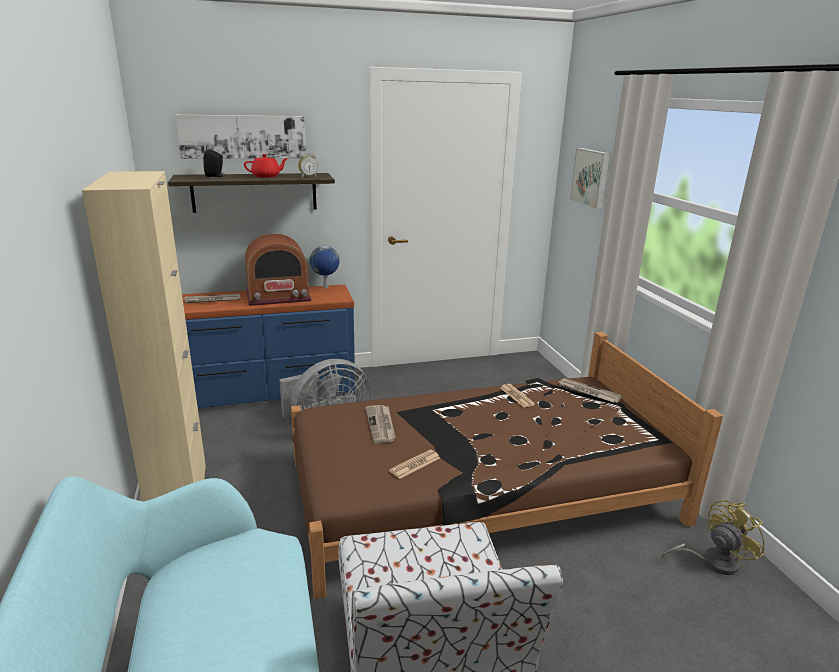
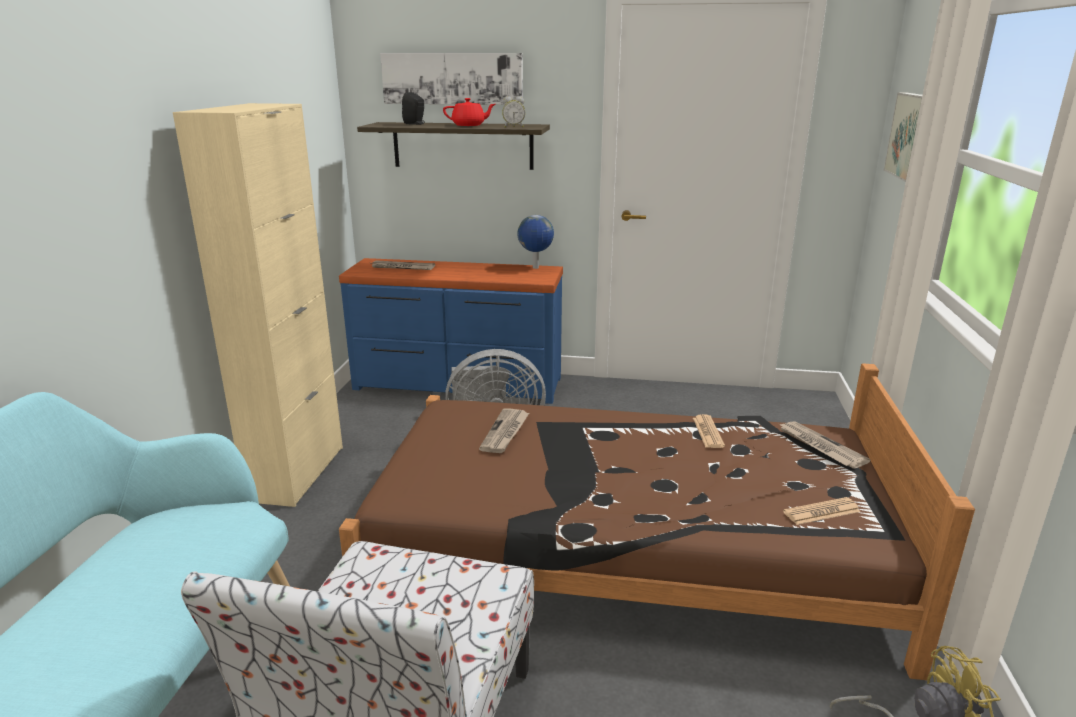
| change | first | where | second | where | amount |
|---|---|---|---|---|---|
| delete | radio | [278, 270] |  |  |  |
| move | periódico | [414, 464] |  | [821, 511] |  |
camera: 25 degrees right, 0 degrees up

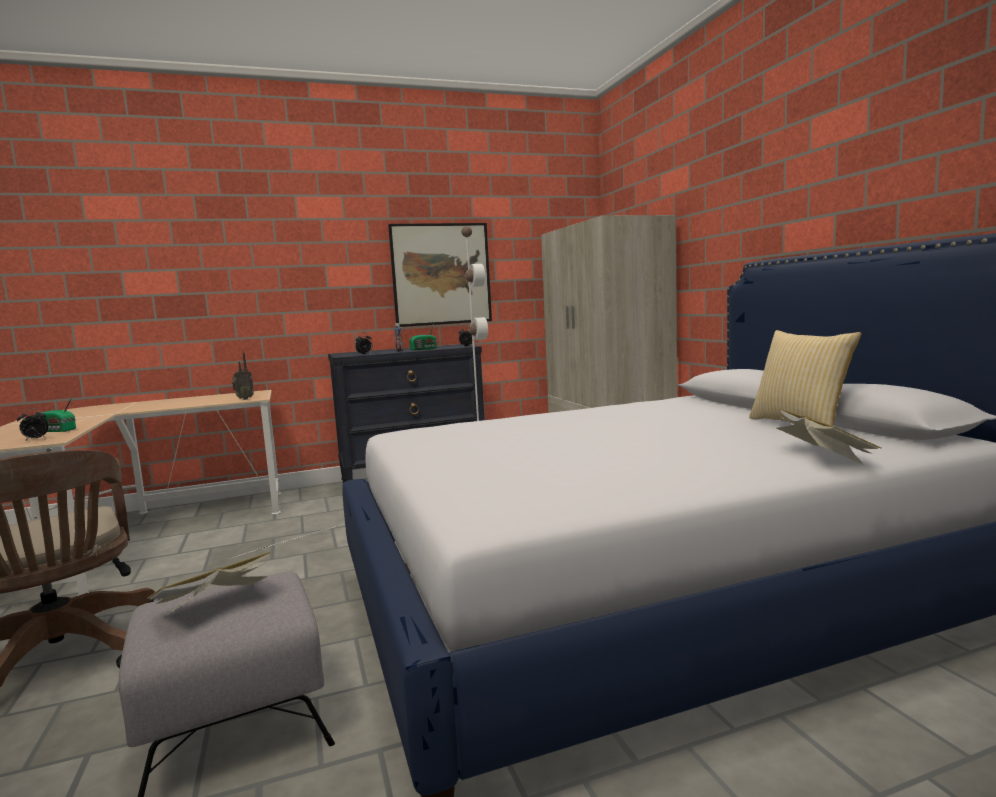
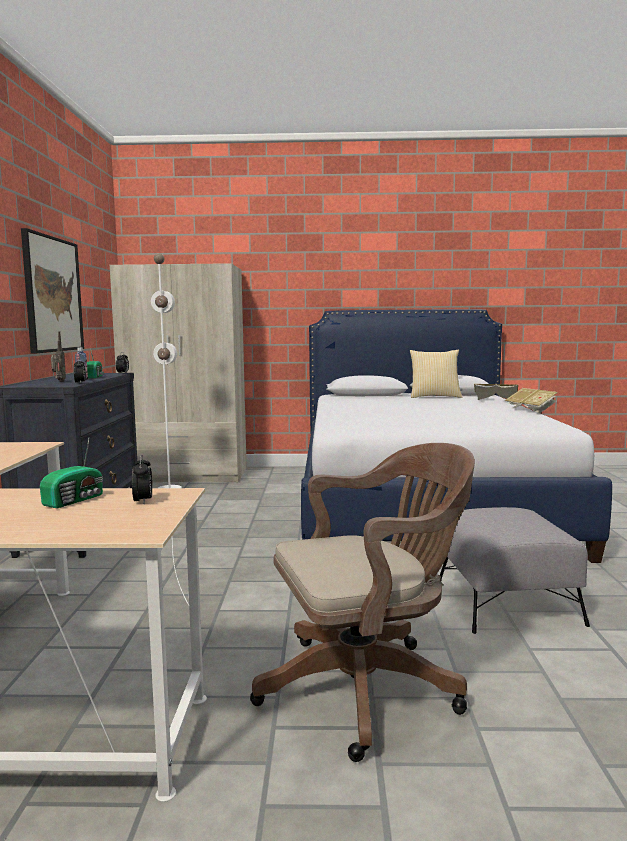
| change | first | where | second | where | amount |
|---|---|---|---|---|---|
| move | radio | [243, 376] |  | [58, 356] |  |
| move | libro | [209, 584] |  | [531, 401] |  |
camera: 70 degrees left, 0 degrees up

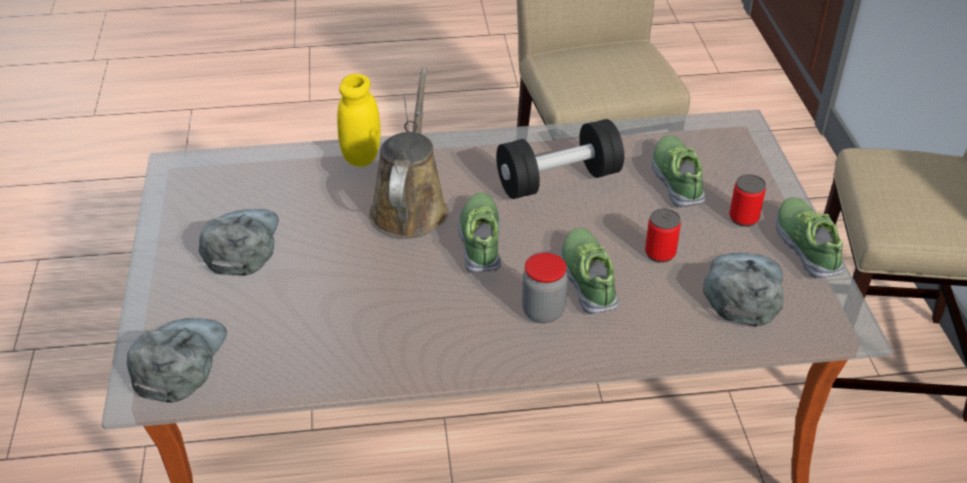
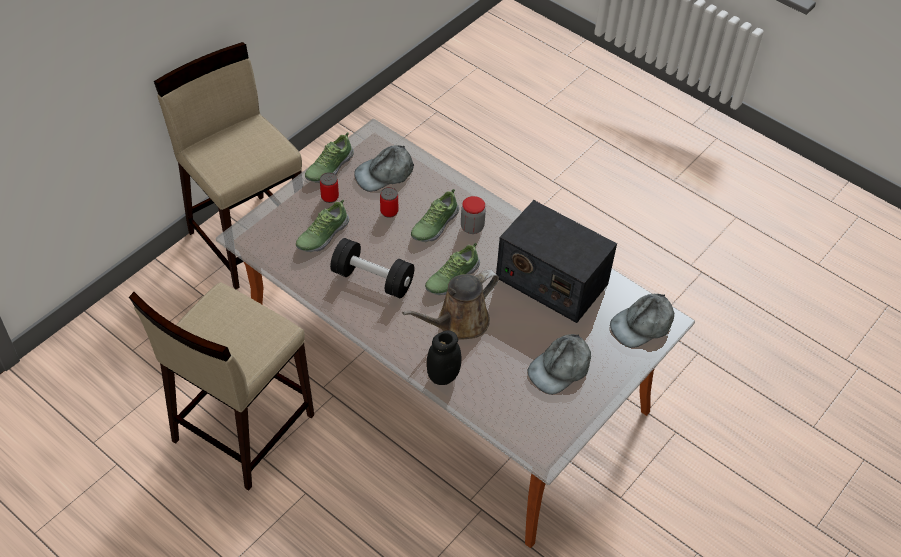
| change | first | where | second | where | amount |
|---|---|---|---|---|---|
| recolor | tarro (amarillo) | [359, 120] | tarro (negro) | [444, 357] |  |
| insert |  |  | radio | [556, 261] |  |
camera: 135 degrees left, 10 degrees up

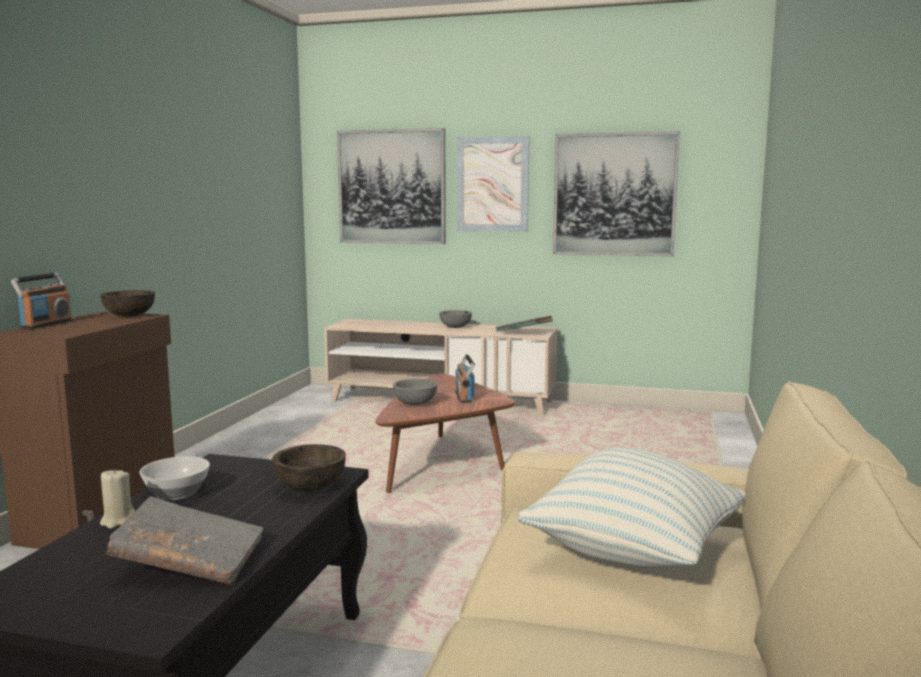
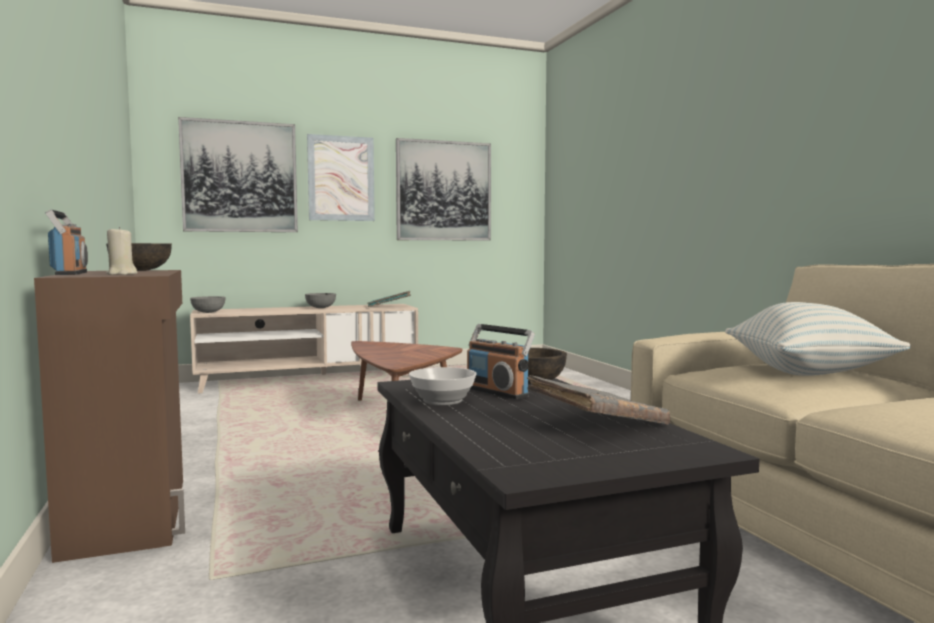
| change | first | where | second | where | amount |
|---|---|---|---|---|---|
| move | radio | [465, 378] |  | [501, 361] |  |
| move | cuenco (gris) | [415, 392] |  | [208, 304] |  |
| move | vela (beis) | [117, 499] |  | [121, 251] |  |
camera: 35 degrees left, 5 degrees down

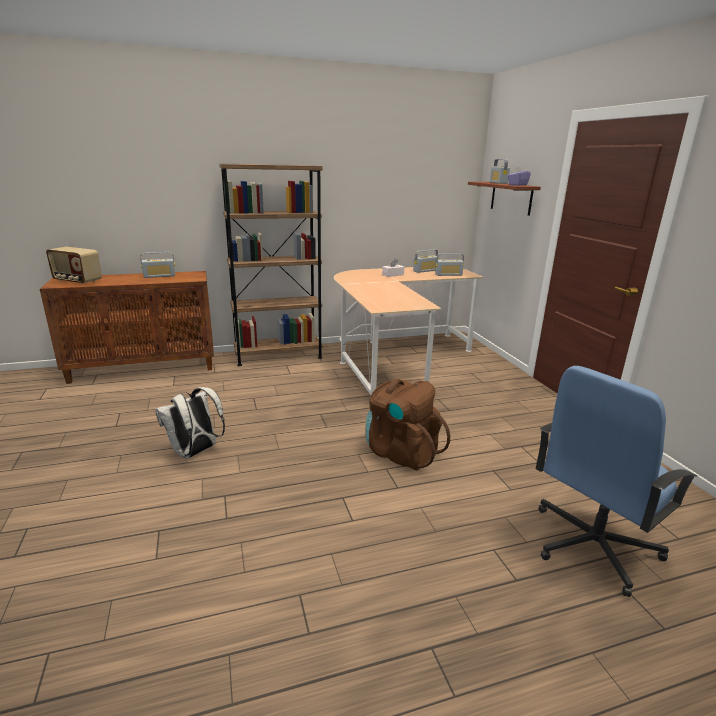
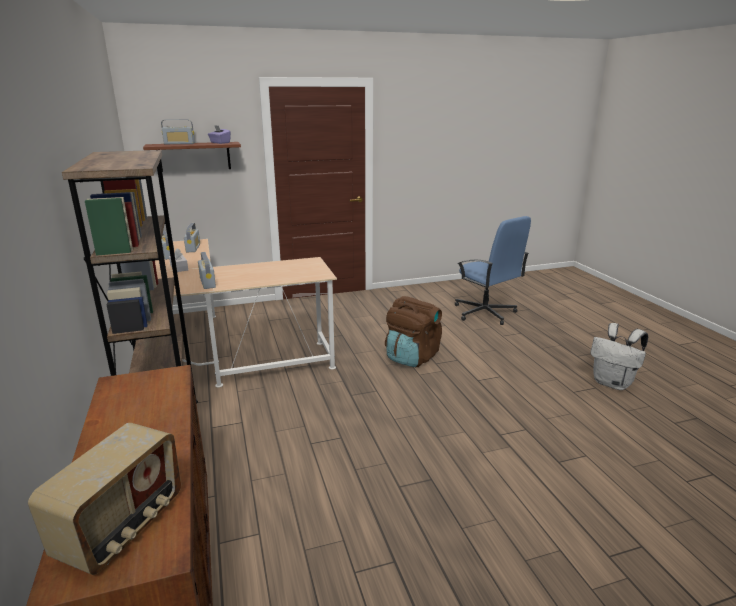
| change | first | where | second | where | amount |
|---|---|---|---|---|---|
| move | radio | [157, 265] |  | [207, 270] |  |
| move | mochila (blanco) | [190, 422] |  | [619, 356] |  |
camera: 90 degrees left, 0 degrees up

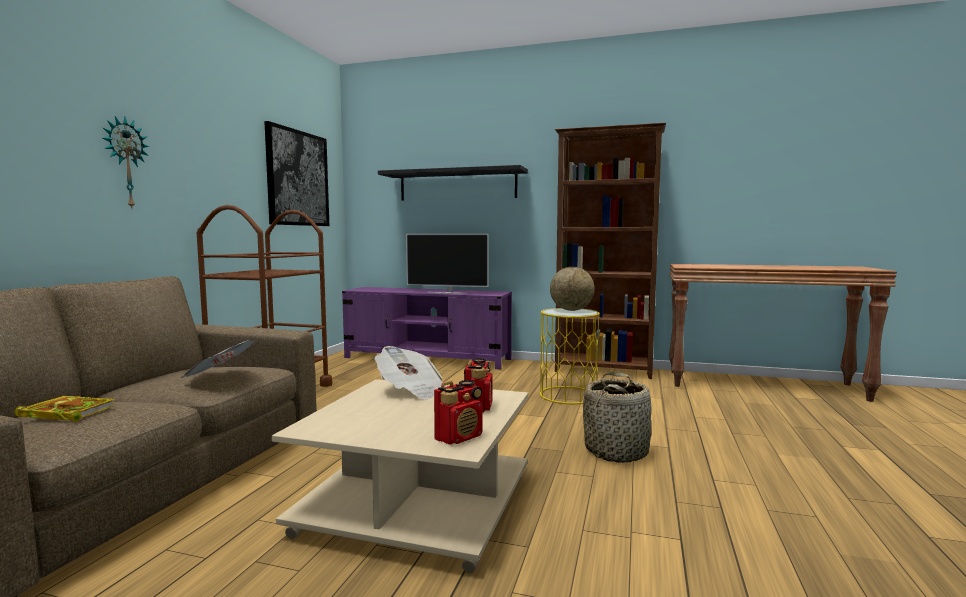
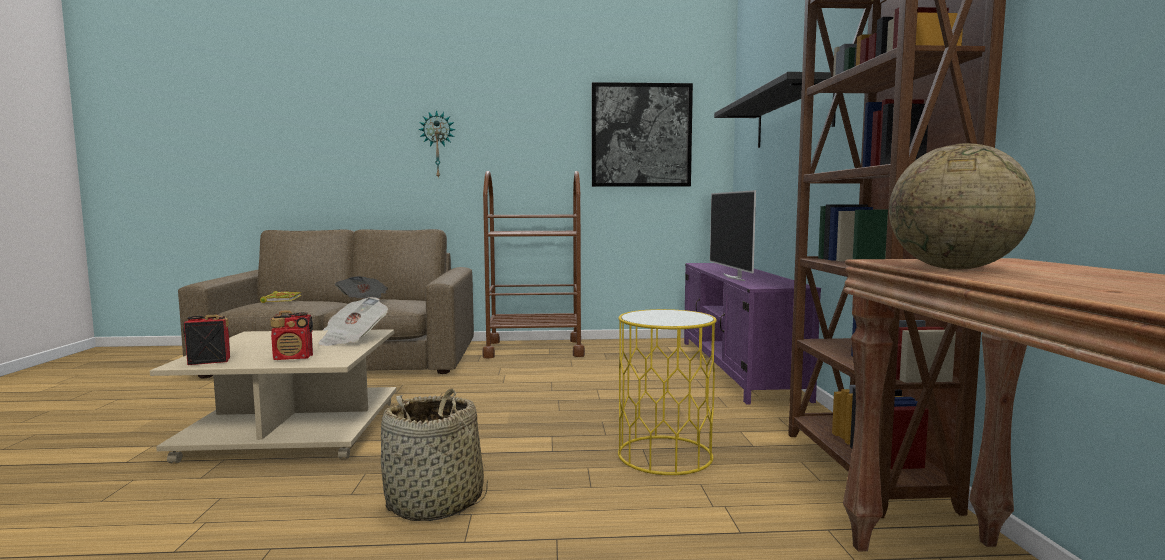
| change | first | where | second | where | amount |
|---|---|---|---|---|---|
| move | globo terráqueo | [572, 289] |  | [962, 206] |  |
| rotate | radio | [458, 412] |  | [206, 339] | 135 degrees clockwise |
camera: 70 degrees right, 0 degrees up

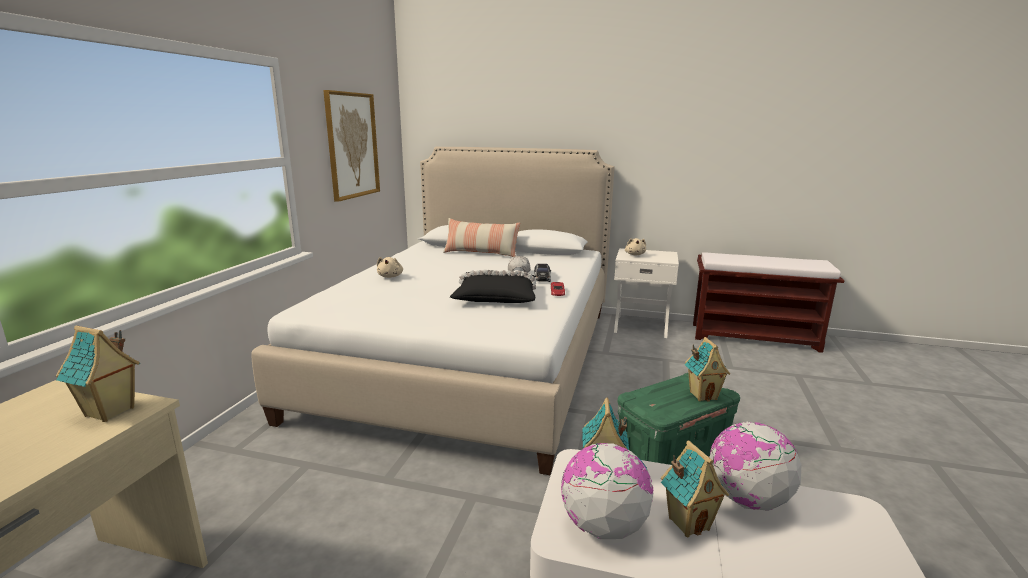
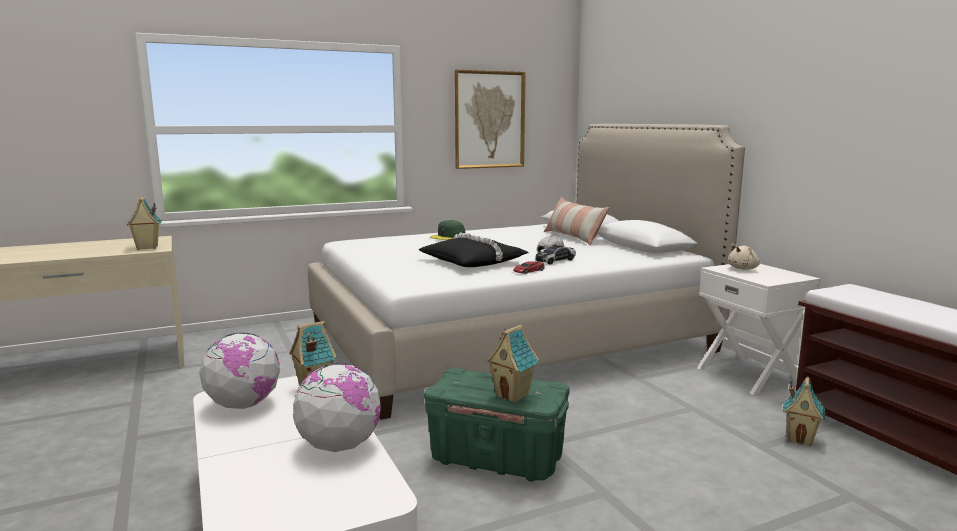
| change | first | where | second | where | amount |
|---|---|---|---|---|---|
| replace | peluche (beis) | [390, 267] | gorra (verde) | [447, 230] |  |
| move | casita | [695, 489] |  | [804, 411] |  |
camera: 50 degrees right, 5 degrees down

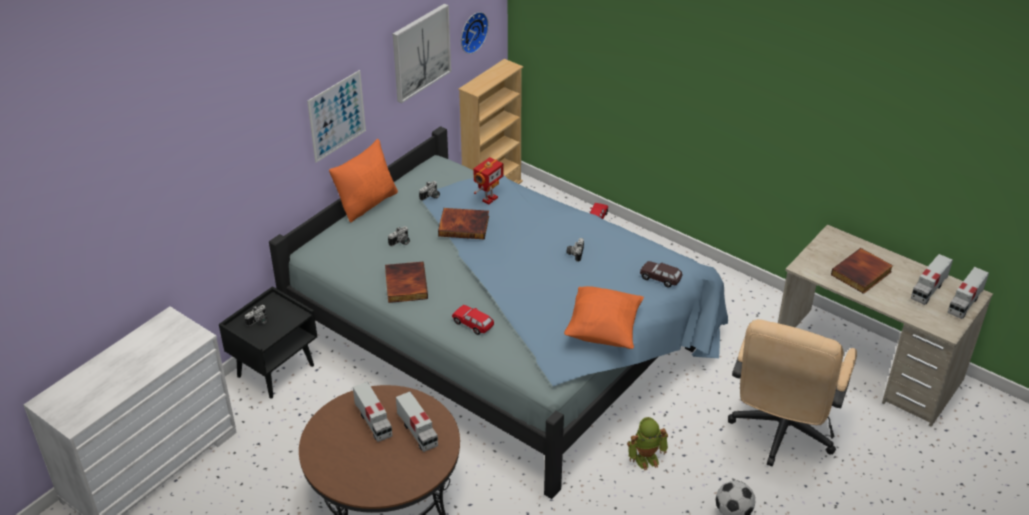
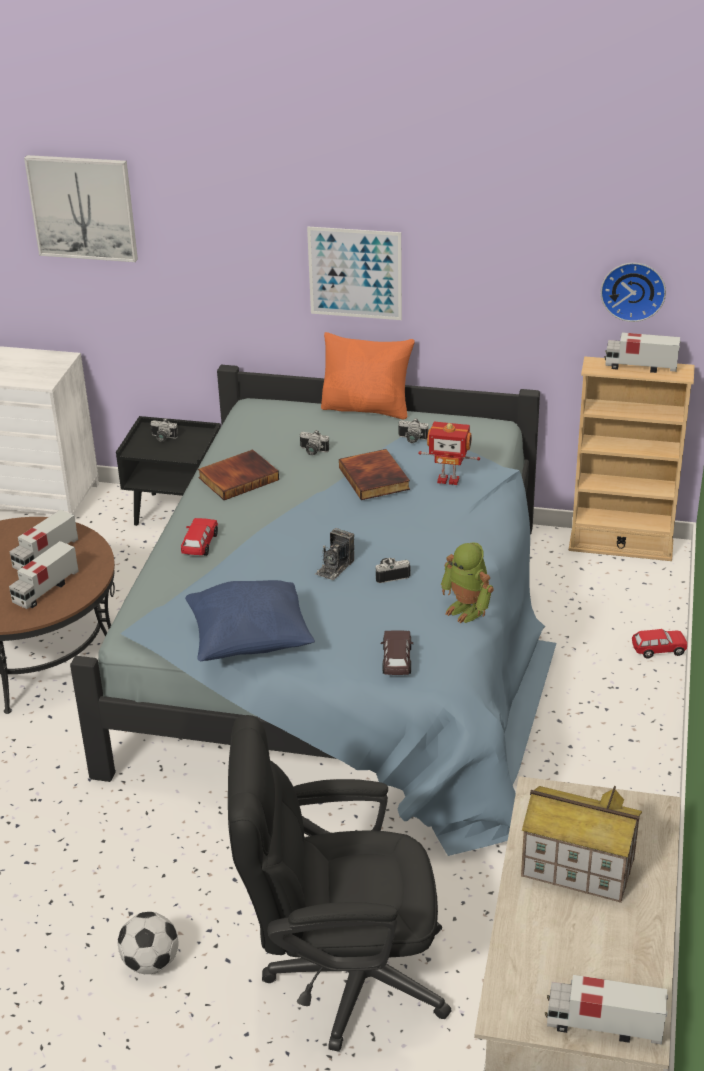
| change | first | where | second | where | amount |
|---|---|---|---|---|---|
| move | cuadro | [422, 53] |  | [81, 208] |  |
| replace | libro | [862, 271] | casita | [581, 844] |  |
| move | camión de juguete | [932, 279] |  | [642, 352] |  |
| recolor | cojín (naranja) | [604, 317] | cojín (azul) | [250, 620] |  |
| recolor | silla de oficina (beis) | [792, 393] | silla de oficina (negro) | [340, 883] |  |
| move | robot de juguete | [647, 444] |  | [467, 582] |  |
| insert |  |  | cámara | [334, 554] |  |
camera: 65 degrees right, 5 degrees down

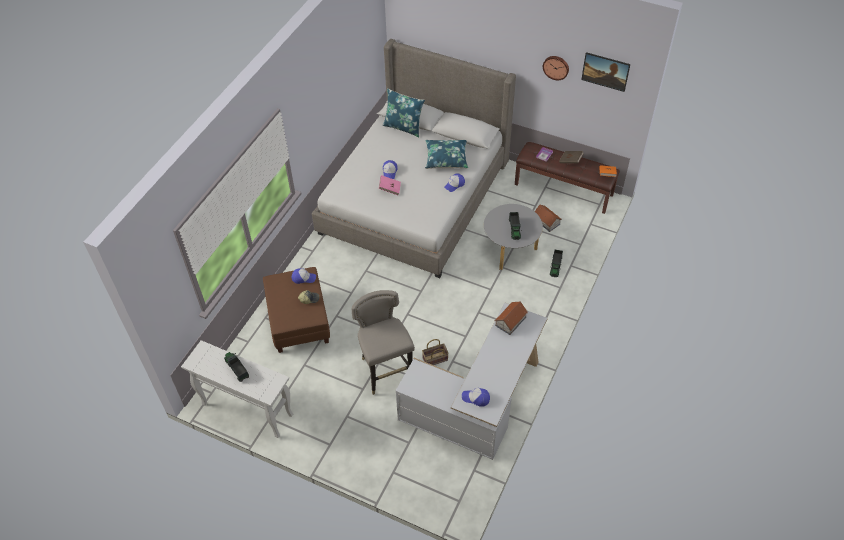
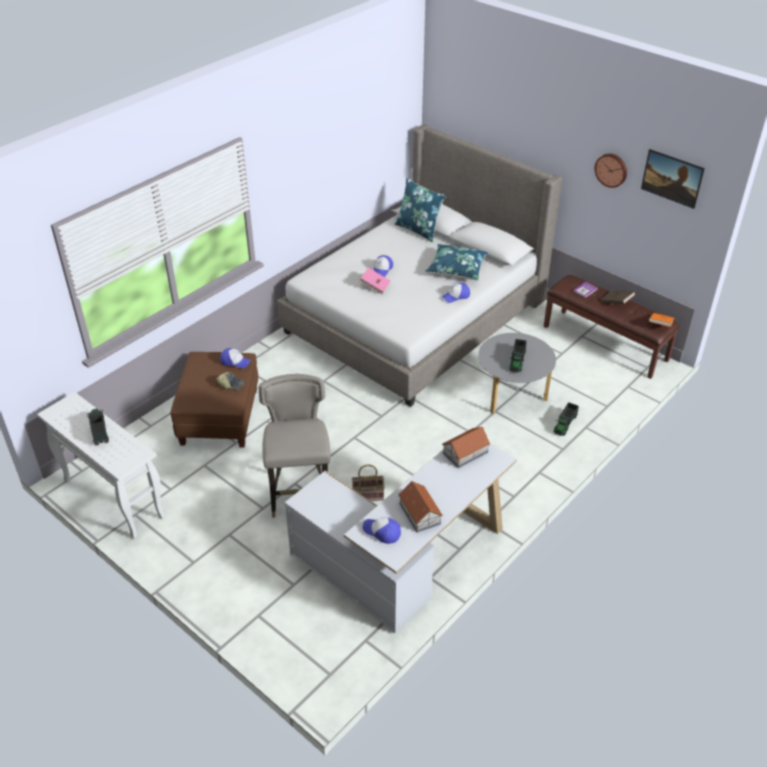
| change | first | where | second | where | amount |
|---|---|---|---|---|---|
| move | casita | [548, 218] |  | [420, 506] |  |
camera: 15 degrees right, 10 degrees down

